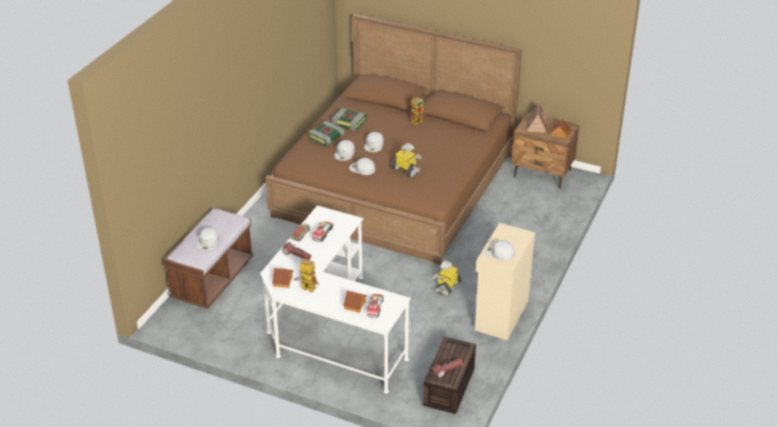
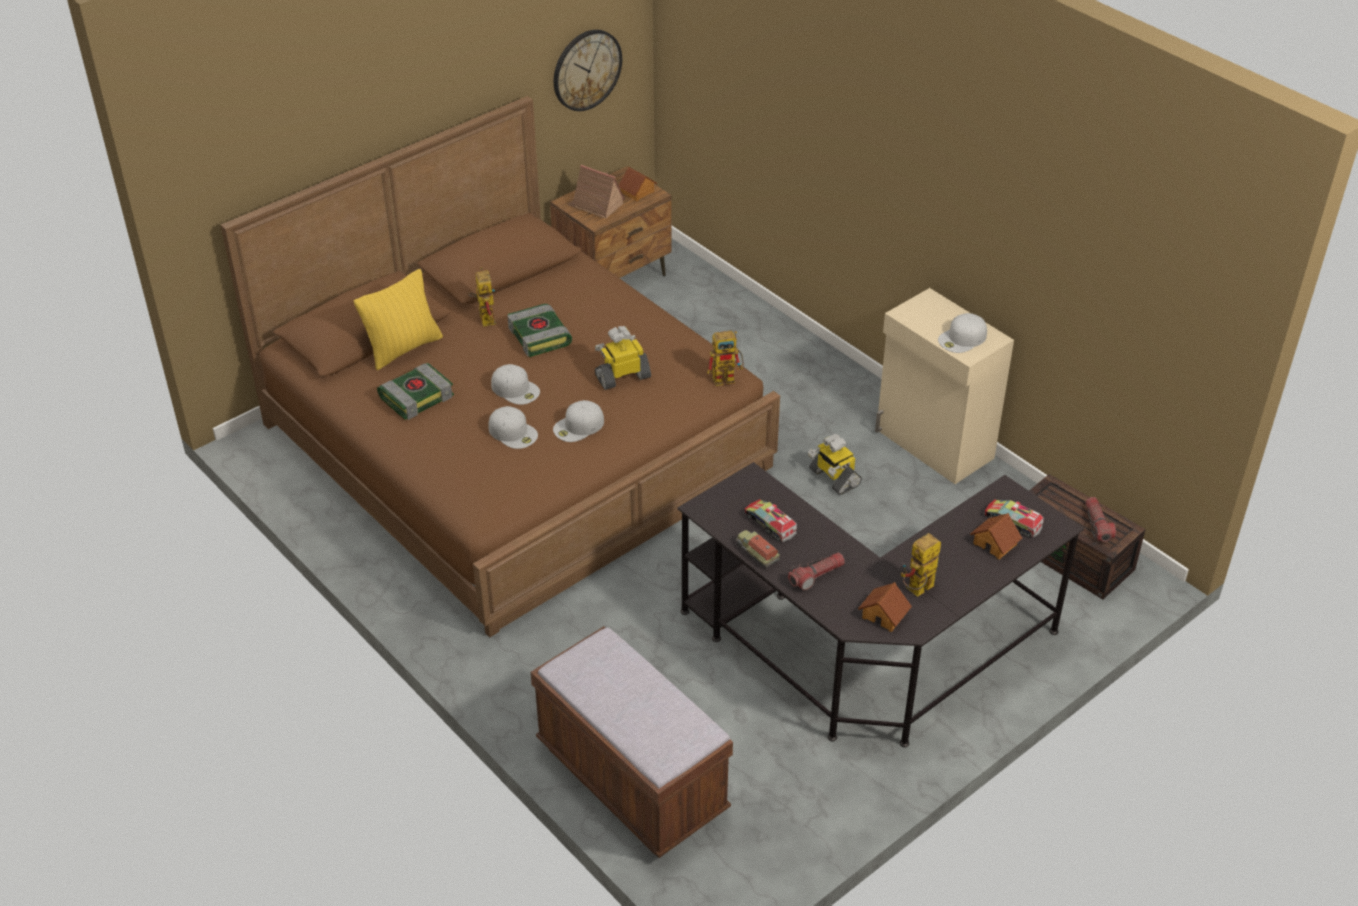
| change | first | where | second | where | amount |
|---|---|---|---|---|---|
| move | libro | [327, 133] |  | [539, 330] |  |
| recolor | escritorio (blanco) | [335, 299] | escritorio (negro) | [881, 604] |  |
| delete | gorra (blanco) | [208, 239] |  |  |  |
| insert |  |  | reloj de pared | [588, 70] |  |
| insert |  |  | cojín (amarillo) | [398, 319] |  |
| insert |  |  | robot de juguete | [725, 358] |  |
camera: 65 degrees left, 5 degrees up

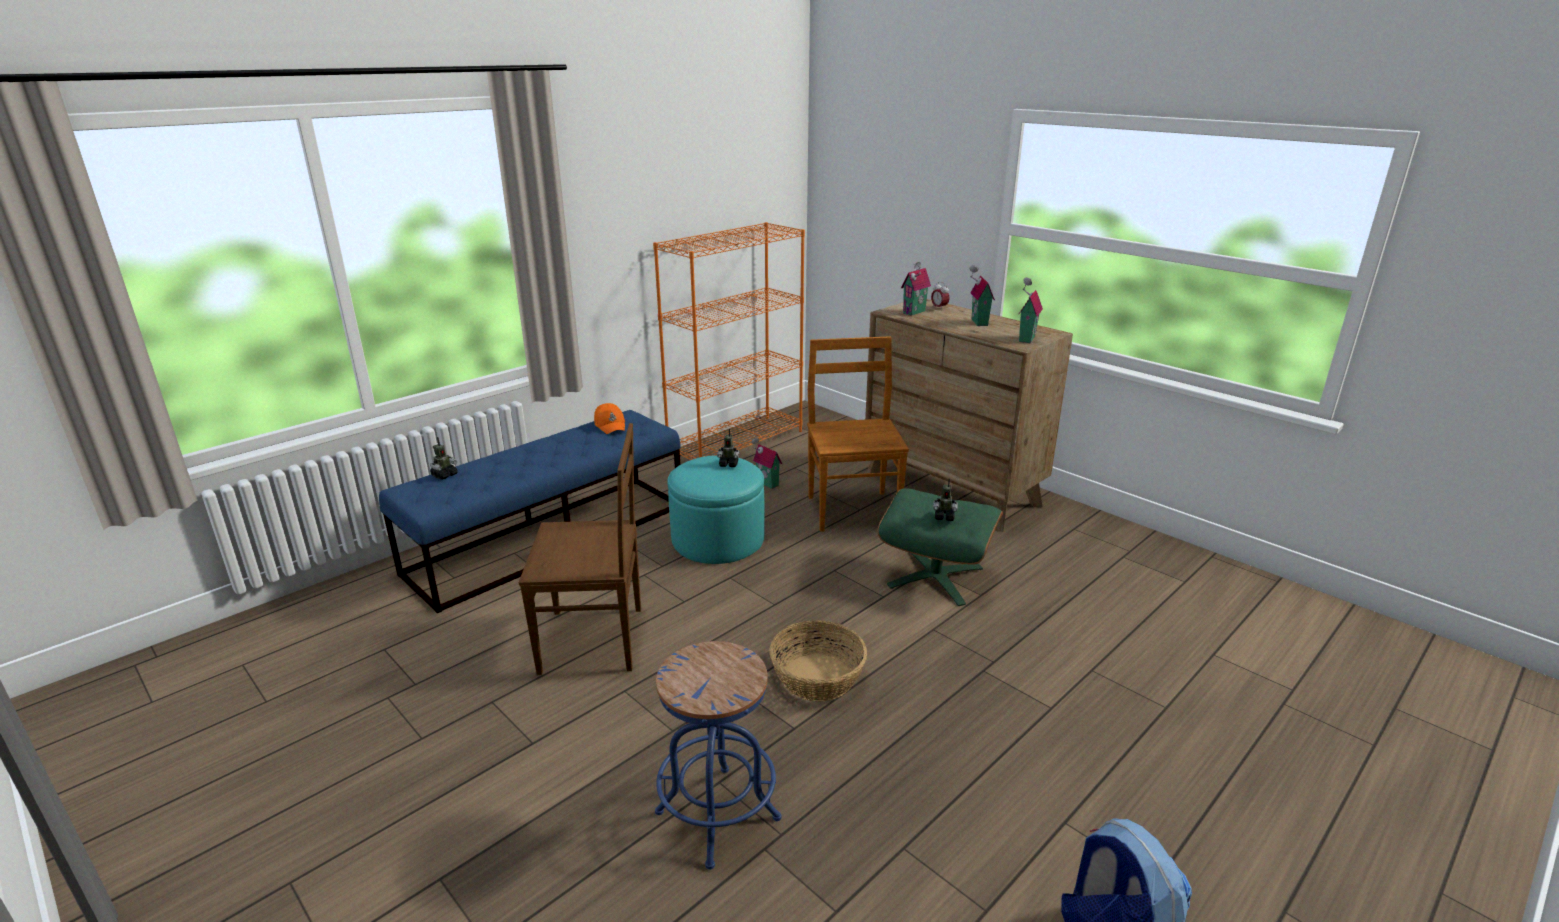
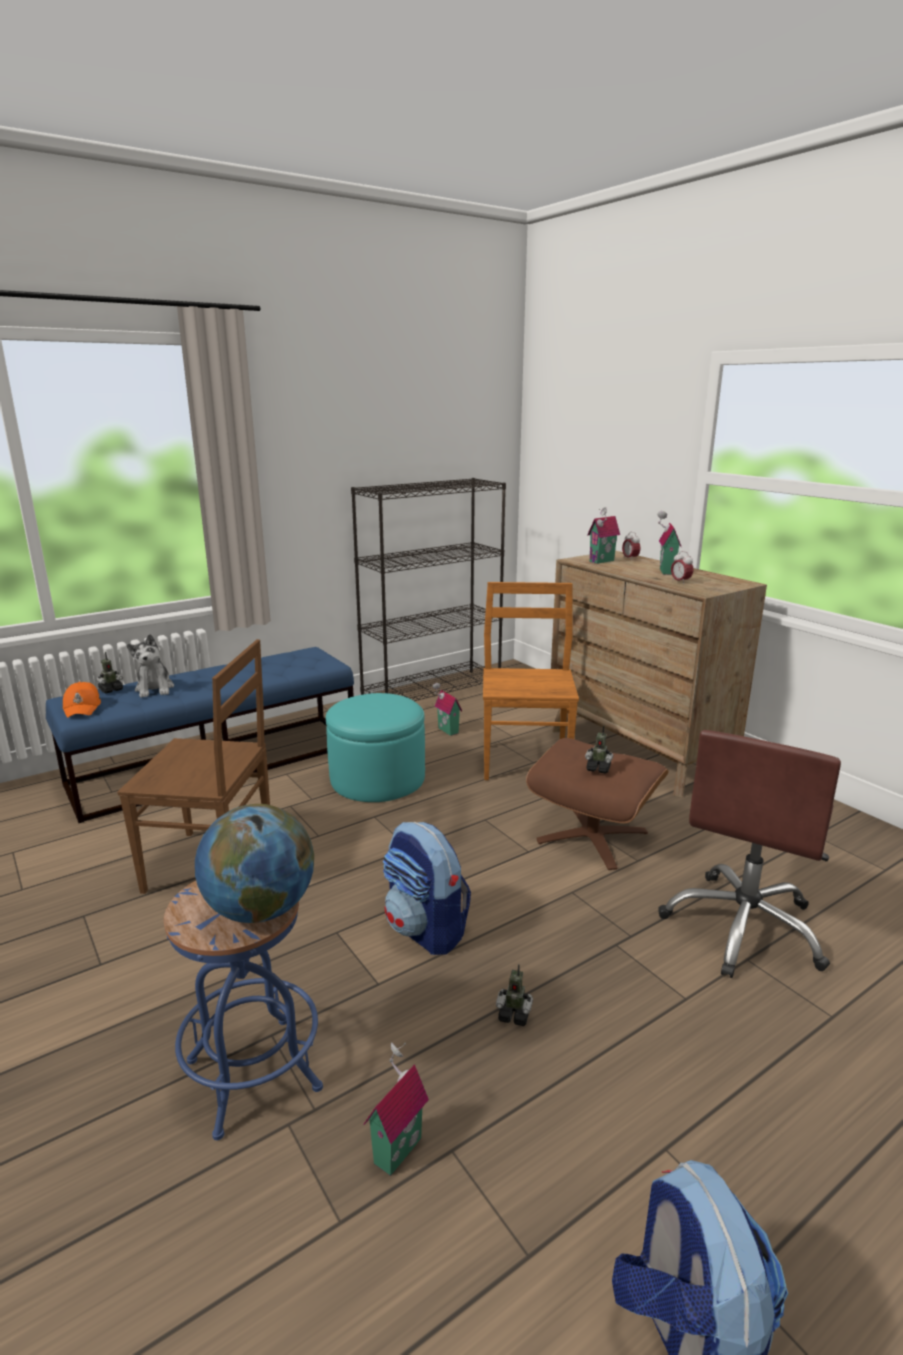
| change | first | where | second | where | amount |
|---|---|---|---|---|---|
| recolor | estantería (naranja) | [729, 341] | estantería (negro) | [428, 589] |  |
| move | casita | [1030, 310] |  | [396, 1109] |  |
| move | gorra (naranja) | [609, 418] |  | [82, 700] |  |
| move | robot de juguete | [728, 447] |  | [514, 995] |  |
| recolor | puf (verde) | [940, 547] | puf (marrón) | [597, 804] |  |
| replace | cesta | [818, 661] | mochila | [427, 888] |  |
| insert |  |  | despertador | [682, 567] |  |
| insert |  |  | peluche | [150, 666] |  |
| insert |  |  | silla de oficina (marrón) | [749, 854] |  |
| insert |  |  | globo terráqueo | [254, 863] |  |
camera: 10 degrees right, 5 degrees down

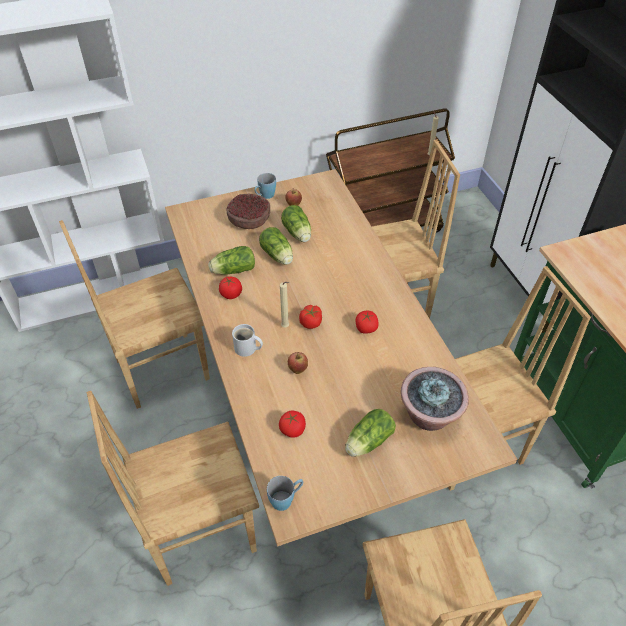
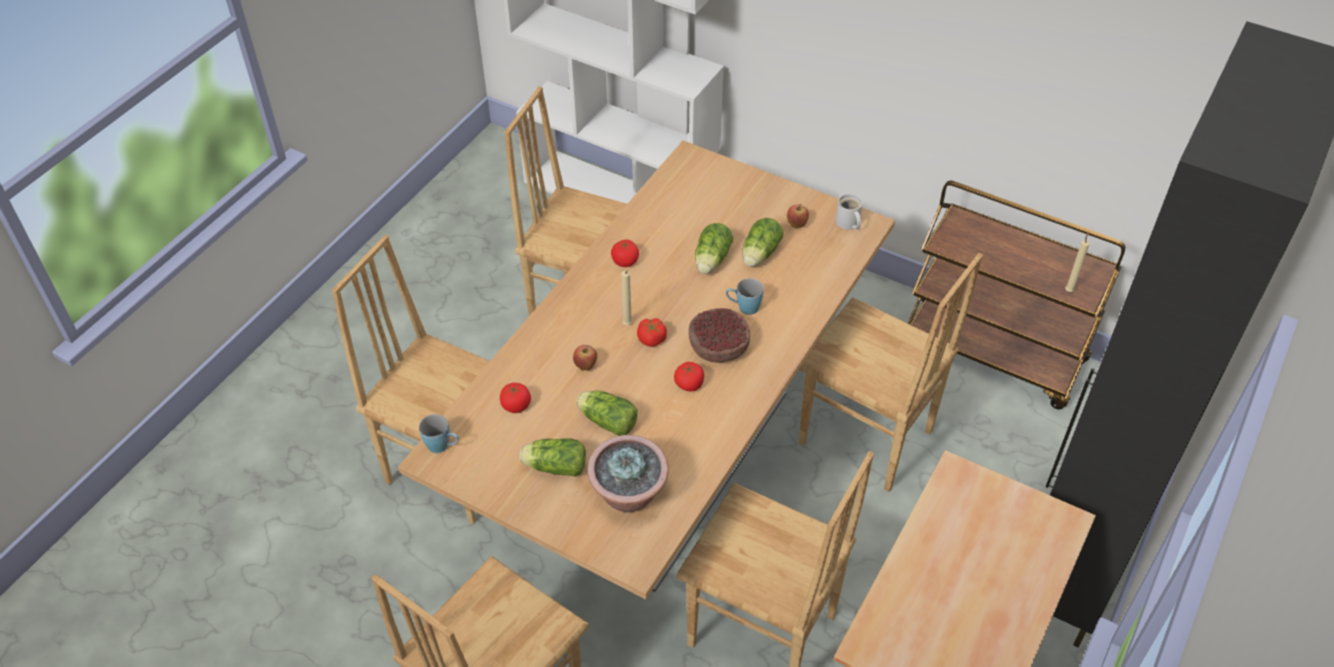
| change | first | where | second | where | amount |
|---|---|---|---|---|---|
| move | taza grande (azul) | [265, 186] |  | [745, 296] |  |
| move | cuenco | [248, 211] |  | [719, 335] |  |
| move | lechuga | [231, 260] |  | [607, 413] |  |
| move | taza grande (blanco) | [247, 340] |  | [849, 212] |  |
camera: 50 degrees right, 0 degrees up

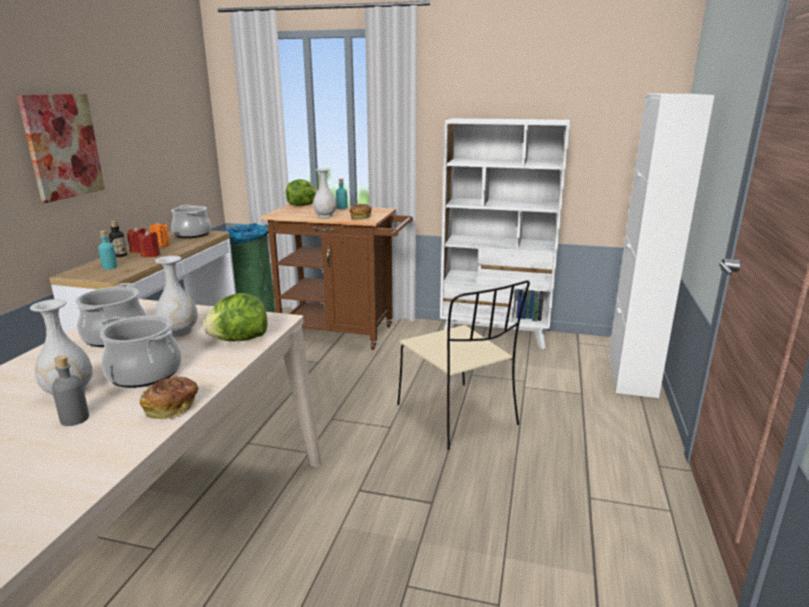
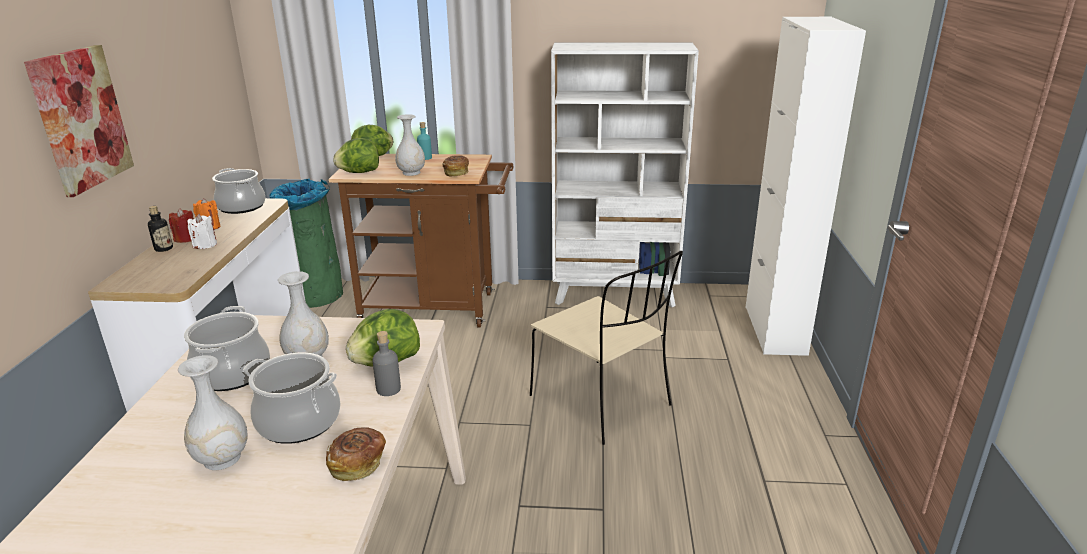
| change | first | where | second | where | amount |
|---|---|---|---|---|---|
| delete | botella (turquesa) | [108, 250] |  |  |  |
| recolor | vela (rojo) | [149, 243] | vela (blanco) | [202, 231] |  |
| move | botella (gris) | [70, 390] |  | [386, 363] |  |
| insert |  |  | lechuga | [356, 155] |  |
camera: 10 degrees left, 5 degrees up

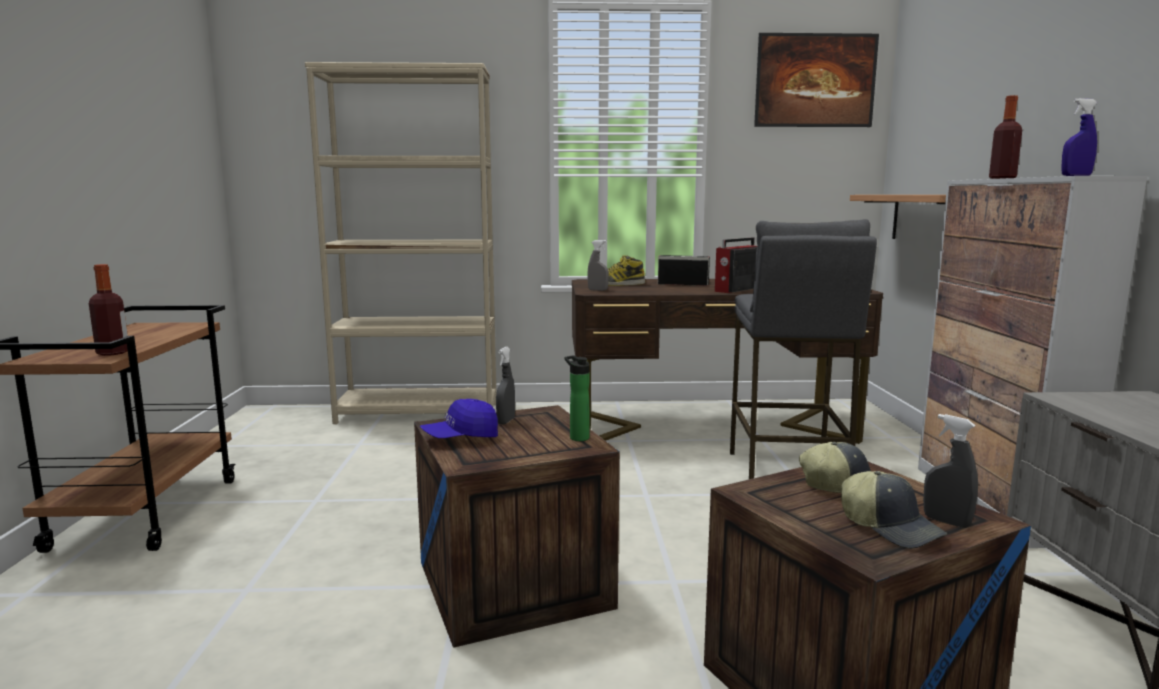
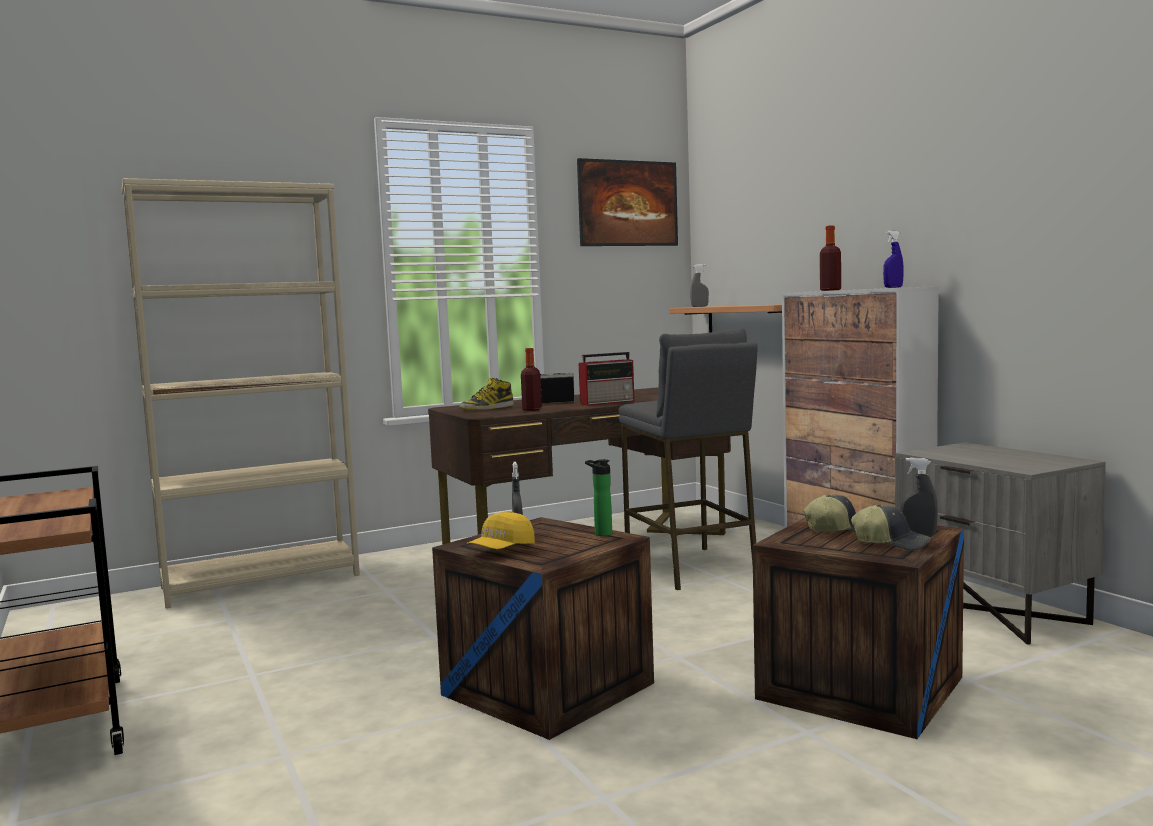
| change | first | where | second | where | amount |
|---|---|---|---|---|---|
| rotate | radio | [736, 265] |  | [606, 378] | 135 degrees counterclockwise |
| move | pulverizador (gris) | [598, 265] |  | [699, 285] |  |
| move | botella | [108, 310] |  | [531, 379] |  |
| recolor | gorra (azul) | [459, 418] | gorra (amarillo) | [501, 530] |  |
camera: 25 degrees left, 5 degrees down

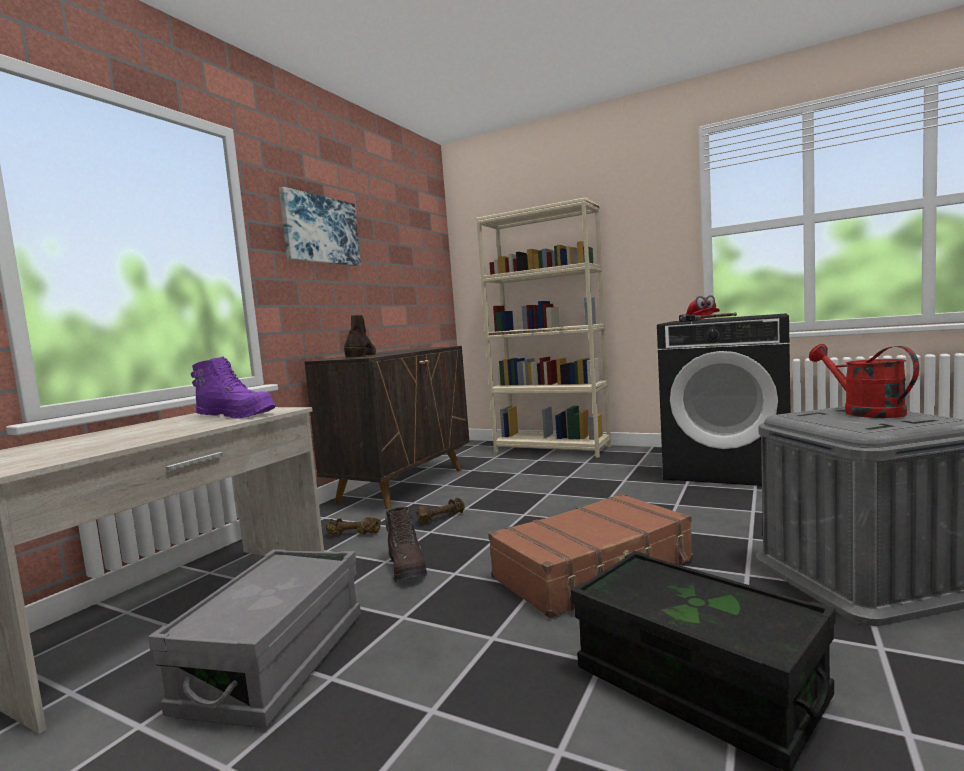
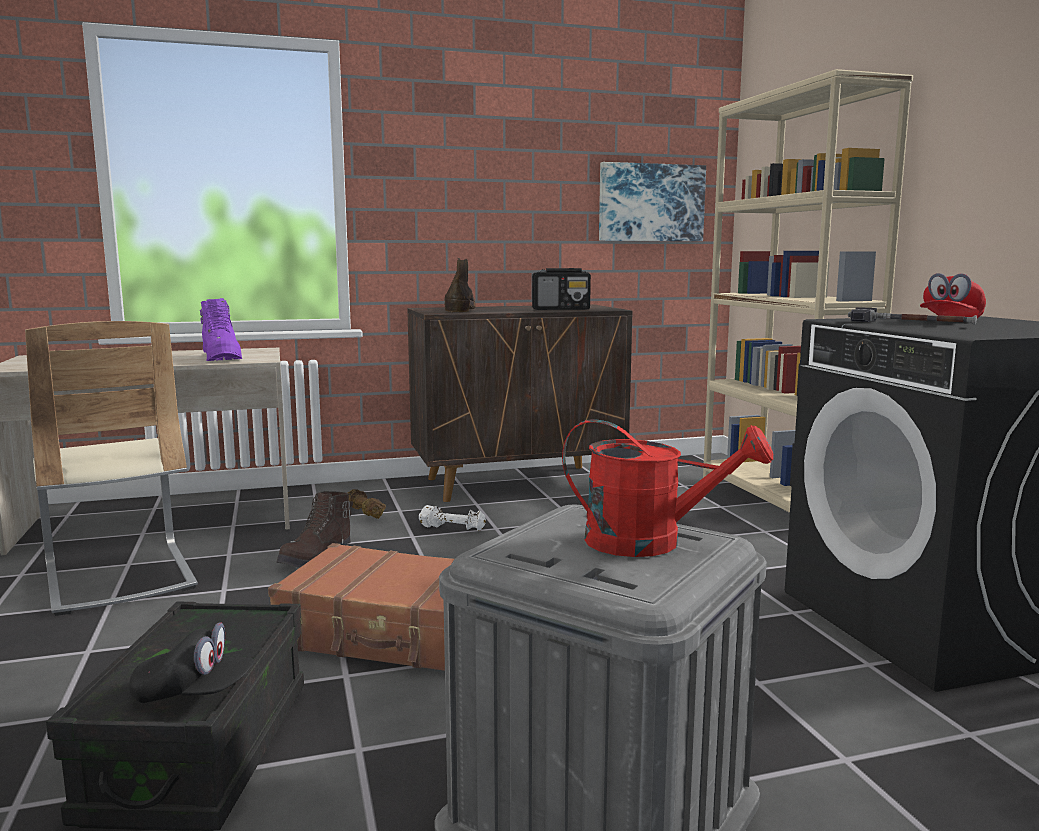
| change | first | where | second | where | amount |
|---|---|---|---|---|---|
| move | cuadro | [320, 226] |  | [652, 201] |  |
| rotate | bota (marrón) | [360, 336] |  | [460, 285] | 45 degrees counterclockwise |
| rotate | regadera (rojo) | [864, 381] |  | [667, 488] | 75 degrees clockwise |
| recolor | mancuerna (marrón) | [441, 511] | mancuerna (blanco) | [452, 518] |  |
| replace | caja de almacenaje (gris) | [254, 638] | silla (beis) | [111, 468] |  |
| insert |  |  | radio | [561, 289] |  |
| insert |  |  | gorra (negro) | [192, 662] |  |
camera: 45 degrees right, 5 degrees up

